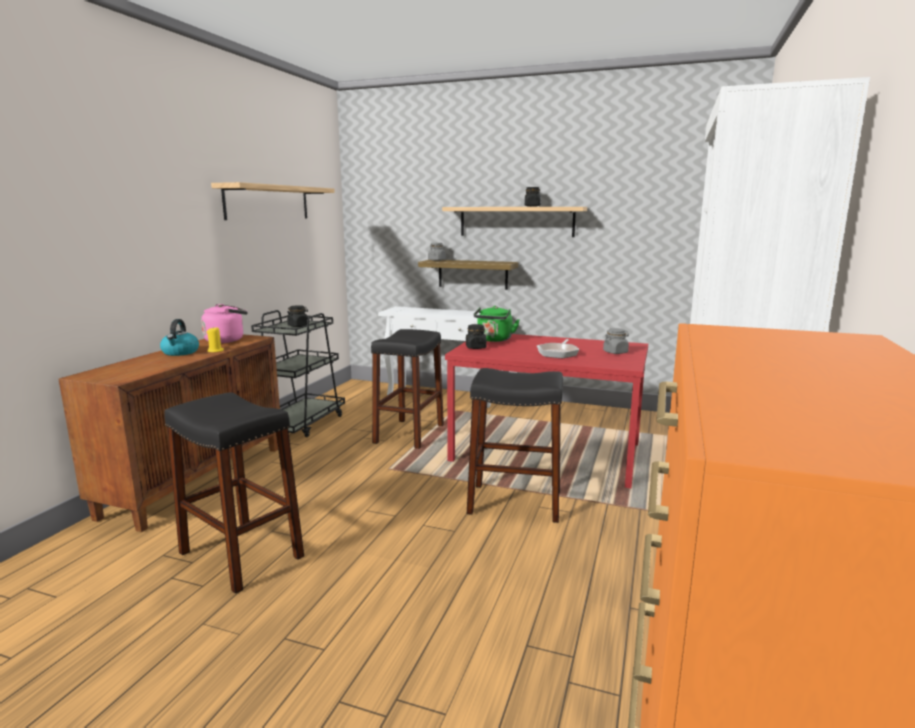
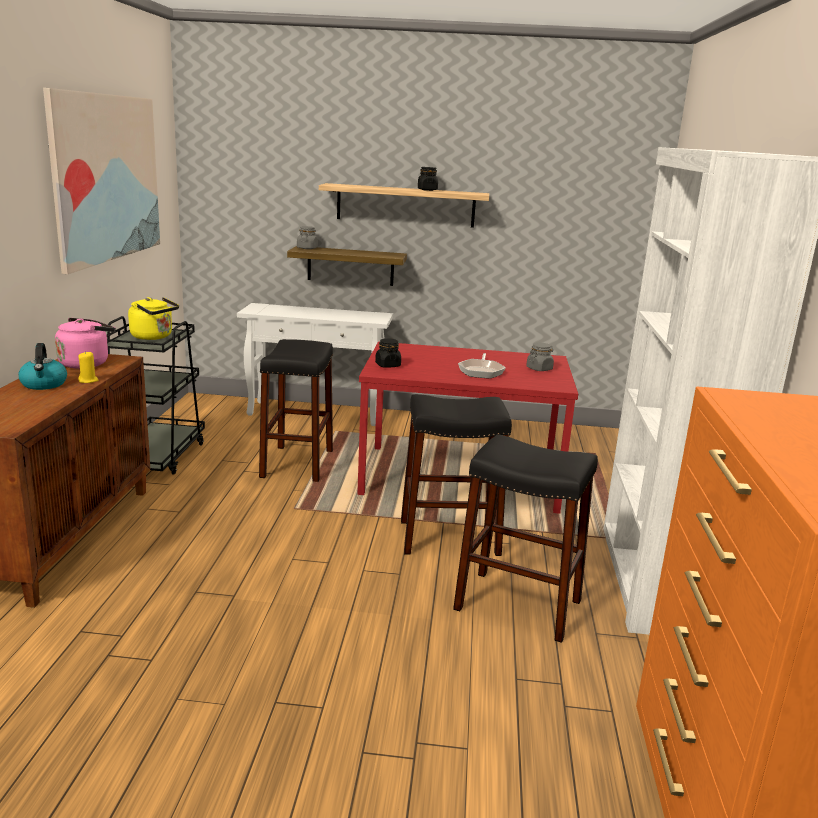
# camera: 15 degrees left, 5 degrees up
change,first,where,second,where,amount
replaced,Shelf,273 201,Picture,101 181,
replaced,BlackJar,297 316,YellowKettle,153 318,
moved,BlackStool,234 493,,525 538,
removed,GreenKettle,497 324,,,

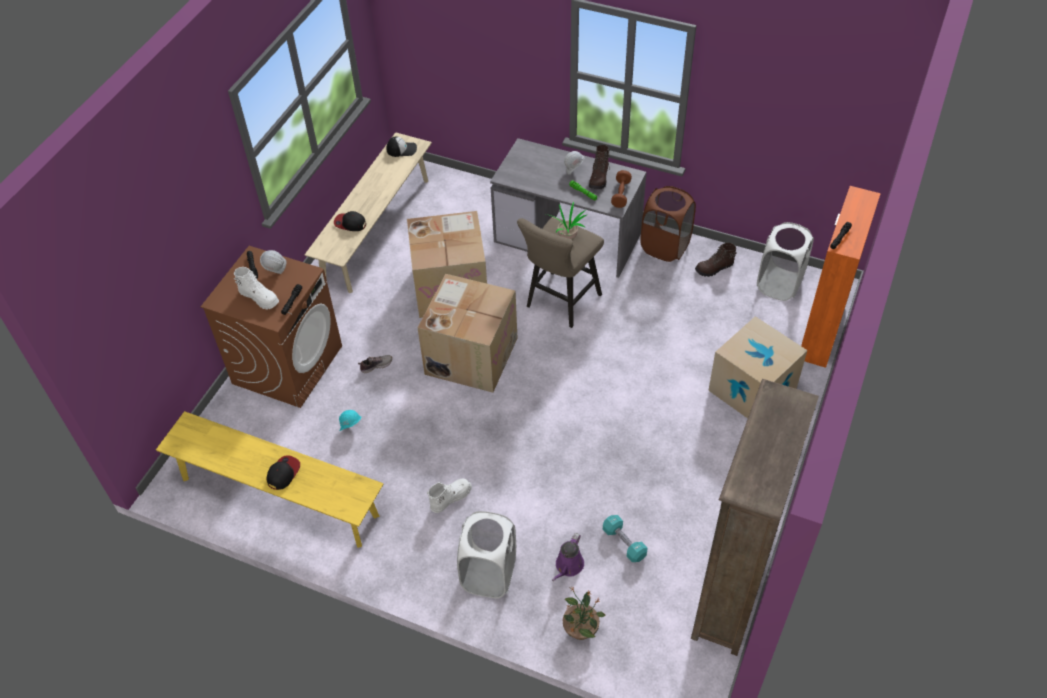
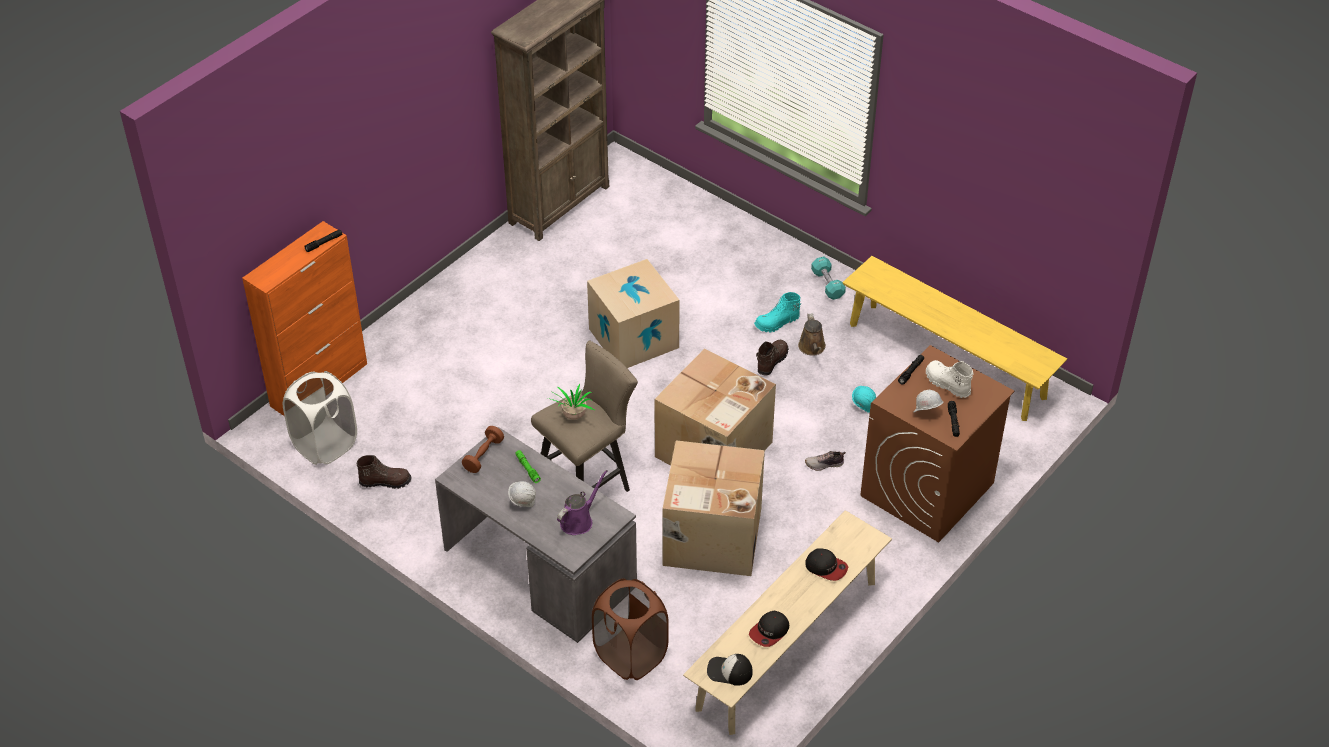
# camera: 165 degrees left, 5 degrees down
change,first,where,second,where,amount
moved,PurpleWateringCan,568 557,,582 502,
moved,CardboardBox,757 367,,633 313,
moved,BrownLaundryBasket,668 224,,630 629,
moved,Cap,283 472,,769 629,
recoloured,WhiteBoot,449 495,TurquoiseBoot,777 312,
moved,BrownBoot,599 167,,772 358,
added,,,BrownWateringCan,812 334,
moved,TurquoiseDumbbell,625 538,,828 278,
removed,WhiteLaundryBasket,486 554,,,
removed,PottedPlant,584 614,,,

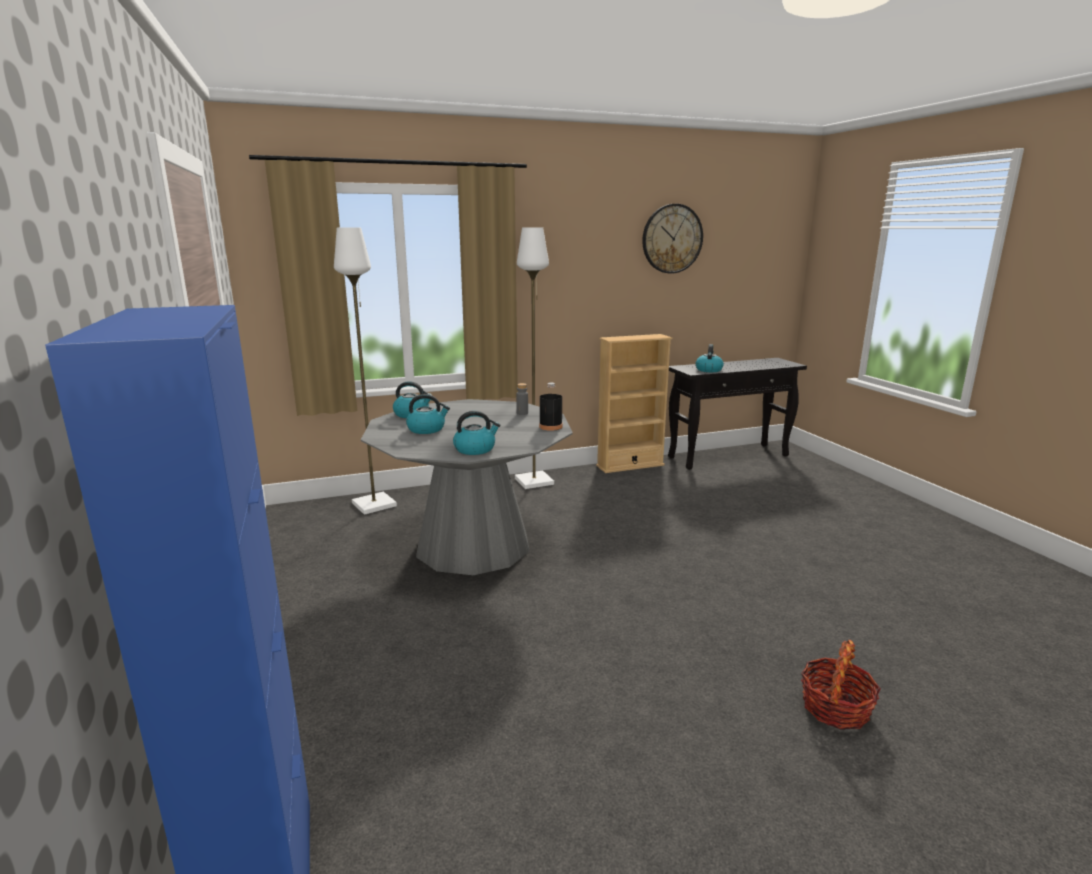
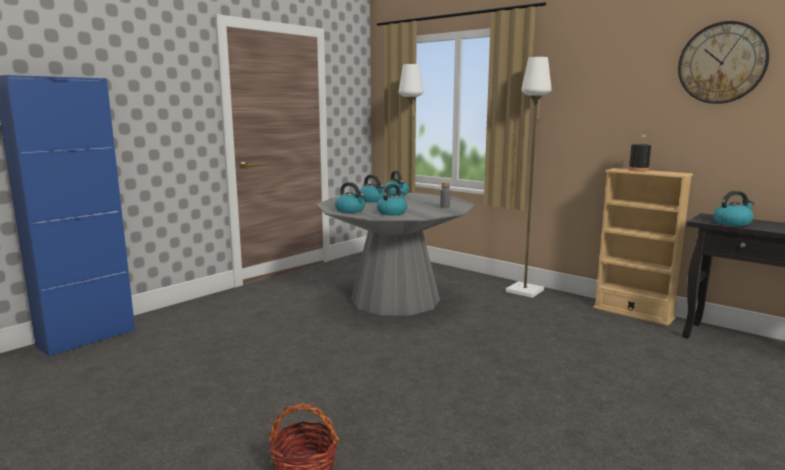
# camera: 60 degrees right, 5 degrees down
change,first,where,second,where,amount
added,,,Kettle,392 199,
moved,BlackBottle,551 406,,640 153,

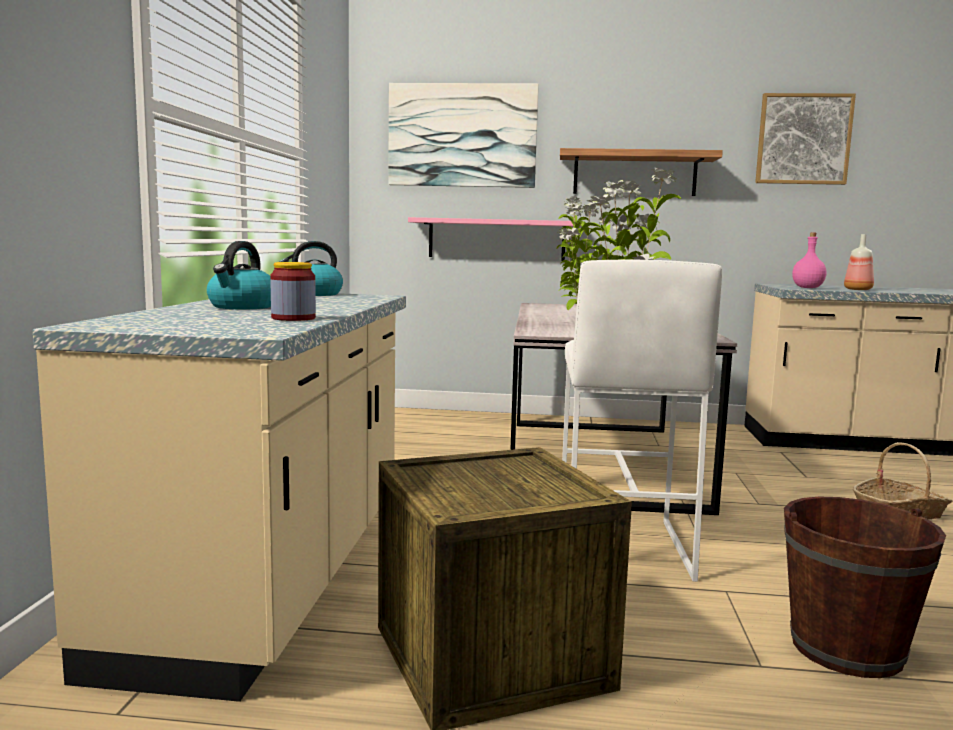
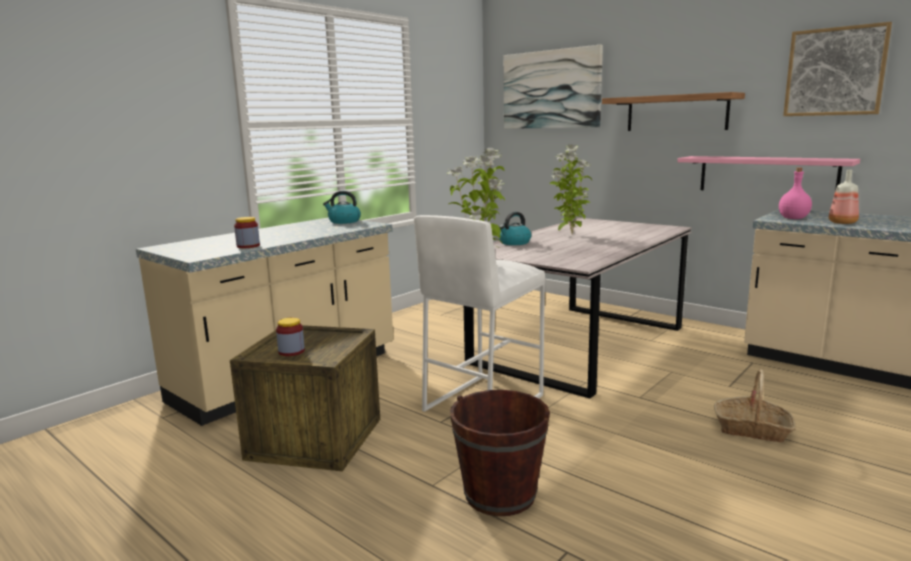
# camera: 35 degrees right, 5 degrees up
change,first,where,second,where,amount
added,,,Jar,290 337,
moved,Kettle,239 275,,515 228,
moved,PinkShelf,494 239,,768 173,

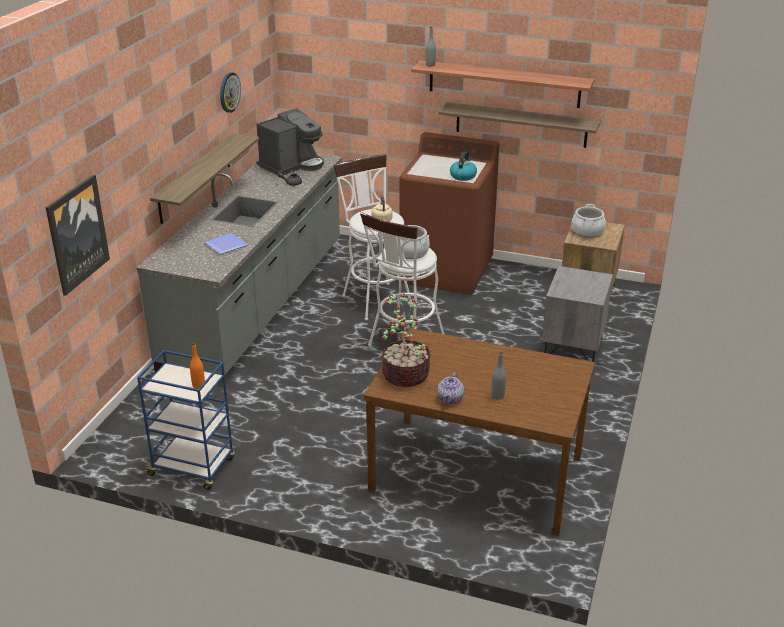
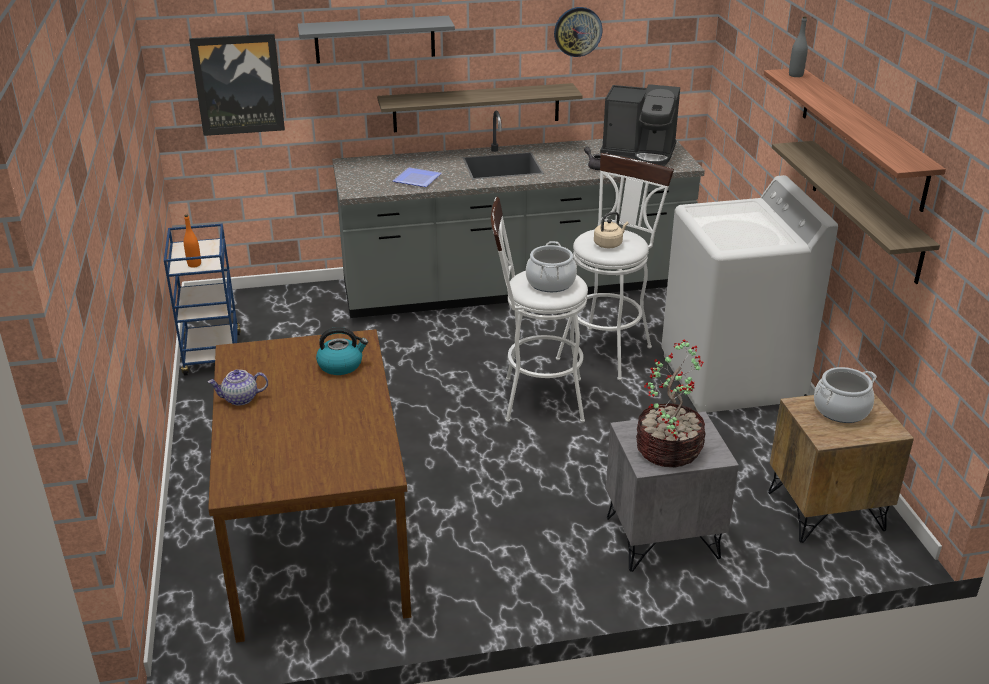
# camera: 60 degrees right, 0 degrees up
change,first,where,second,where,amount
added,,,GreyShelf,376 39,
moved,Kettle,463 166,,342 351,
moved,PottedPlant,406 340,,671 403,
recoloured,BrownWashingMachine,449 213,WhiteWashingMachine,749 294,
removed,GreyBottle,498 375,,,

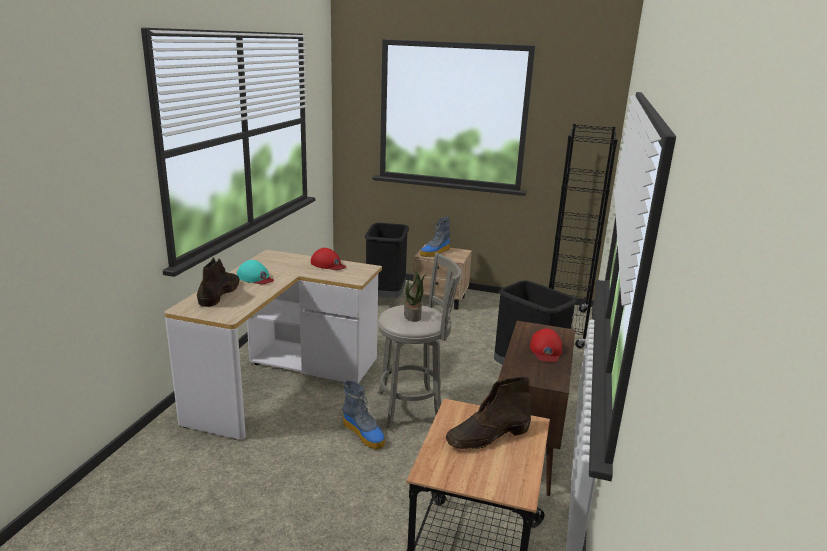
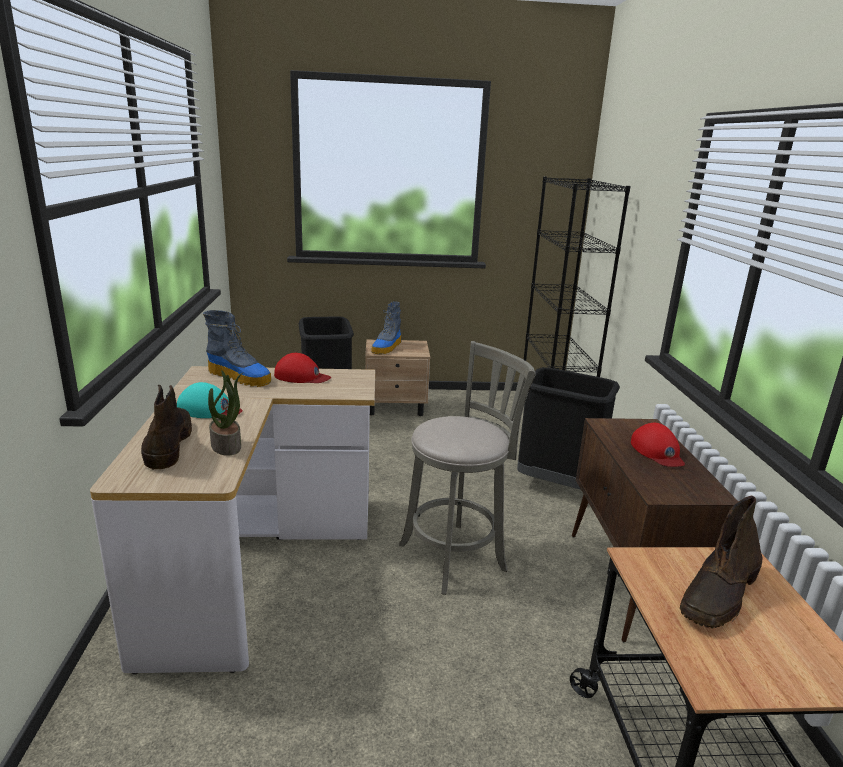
# camera: 20 degrees left, 0 degrees up
change,first,where,second,where,amount
moved,Boot,363 415,,237 348,
moved,PottedPlant,416 296,,225 413,

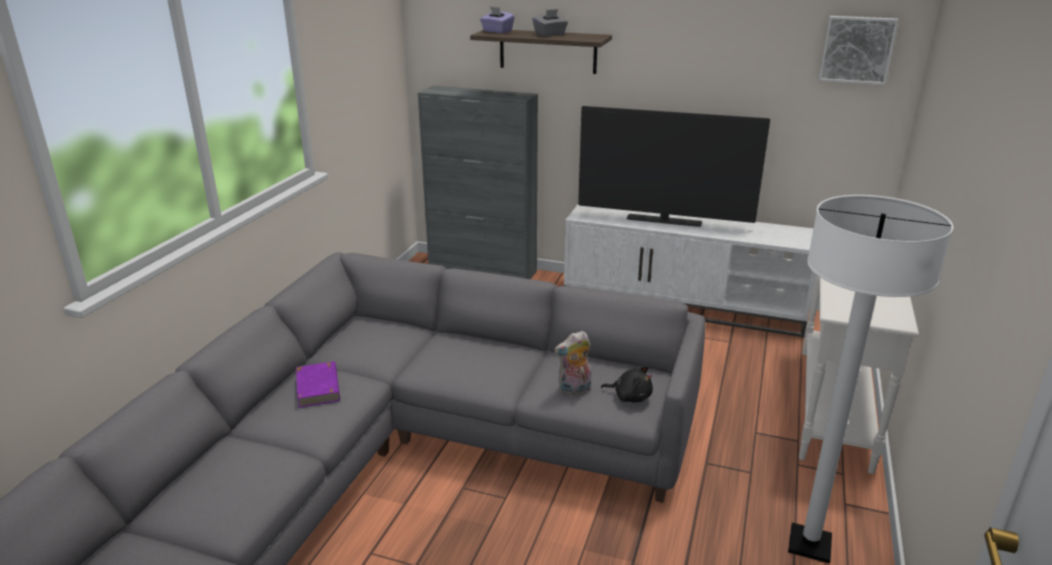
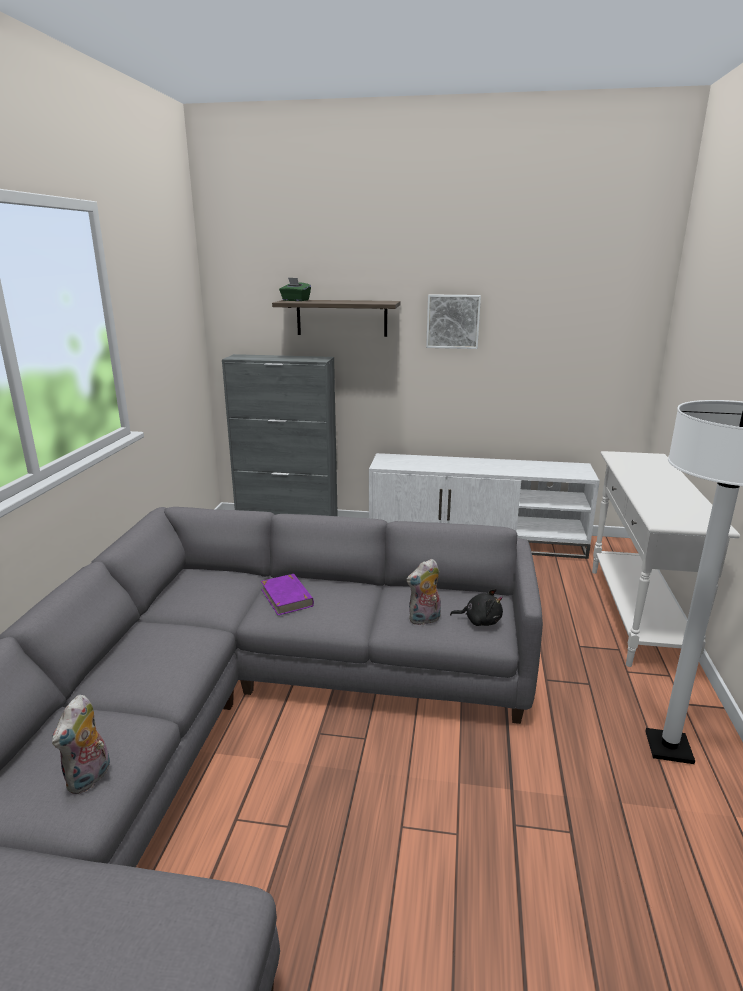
# camera: 10 degrees left, 5 degrees down
change,first,where,second,where,amount
added,,,PlushToy,81 744,
moved,PurpleBook,318 384,,287 594,
recoloured,PurpleTissueBox,497 19,GreenTissueBox,295 289,
moved,Picture,858 50,,453 321,
removed,GreyTissueBox,550 22,,,
removed,Television,674 166,,,

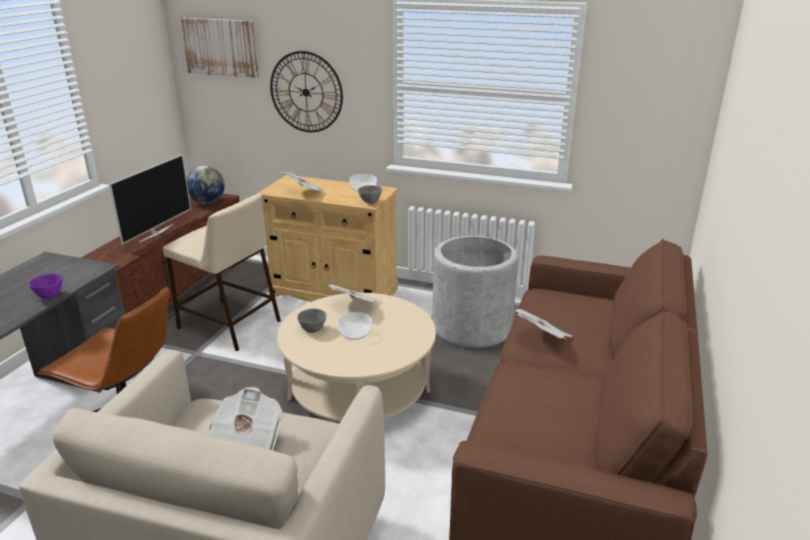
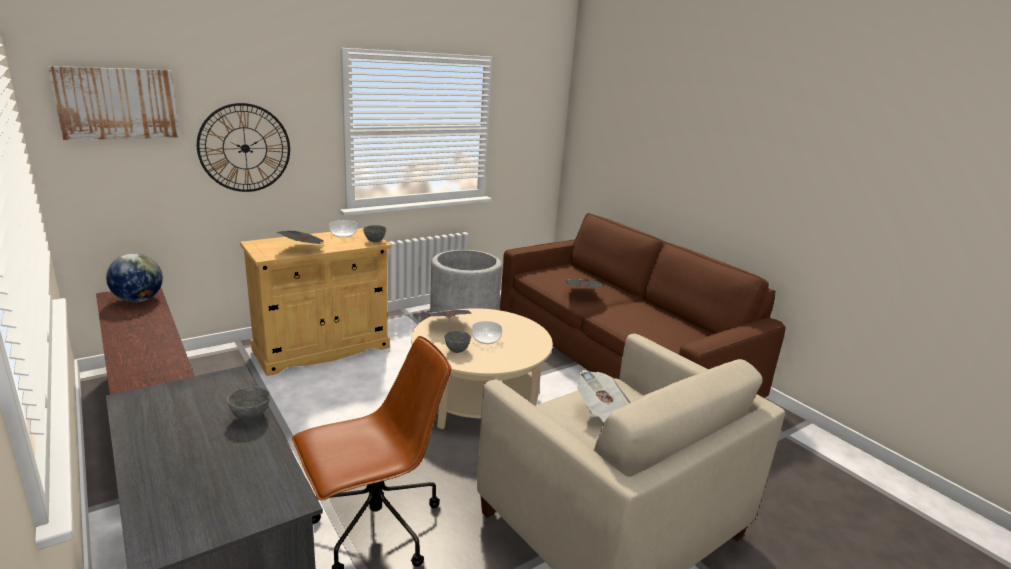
# camera: 55 degrees left, 5 degrees down
change,first,where,second,where,amount
recoloured,PurpleBowl,46 286,GreyBowl,248 404,
removed,Television,150 199,,,
removed,BeigeStool,222 272,,,

